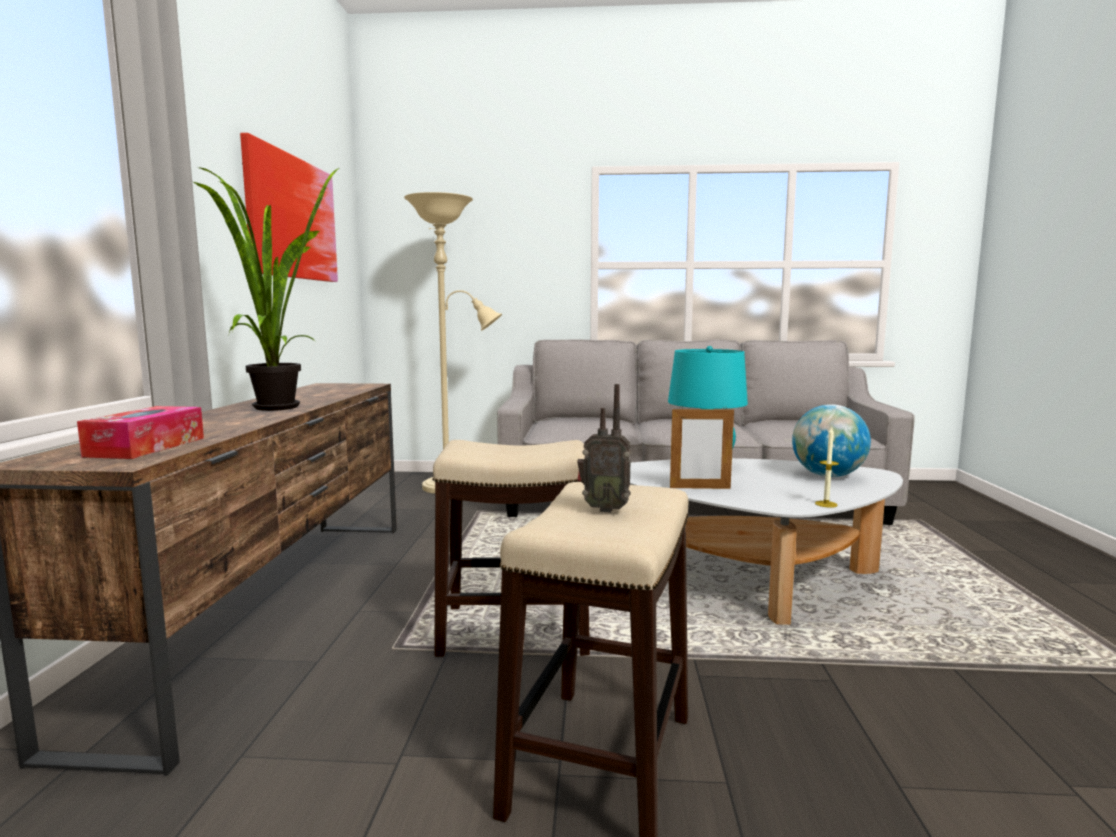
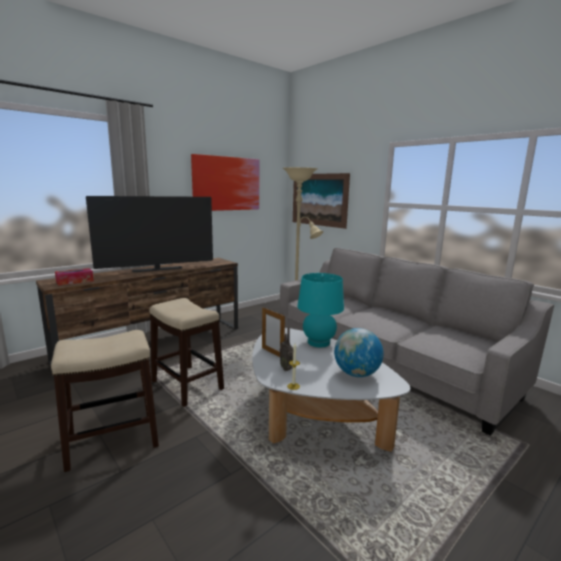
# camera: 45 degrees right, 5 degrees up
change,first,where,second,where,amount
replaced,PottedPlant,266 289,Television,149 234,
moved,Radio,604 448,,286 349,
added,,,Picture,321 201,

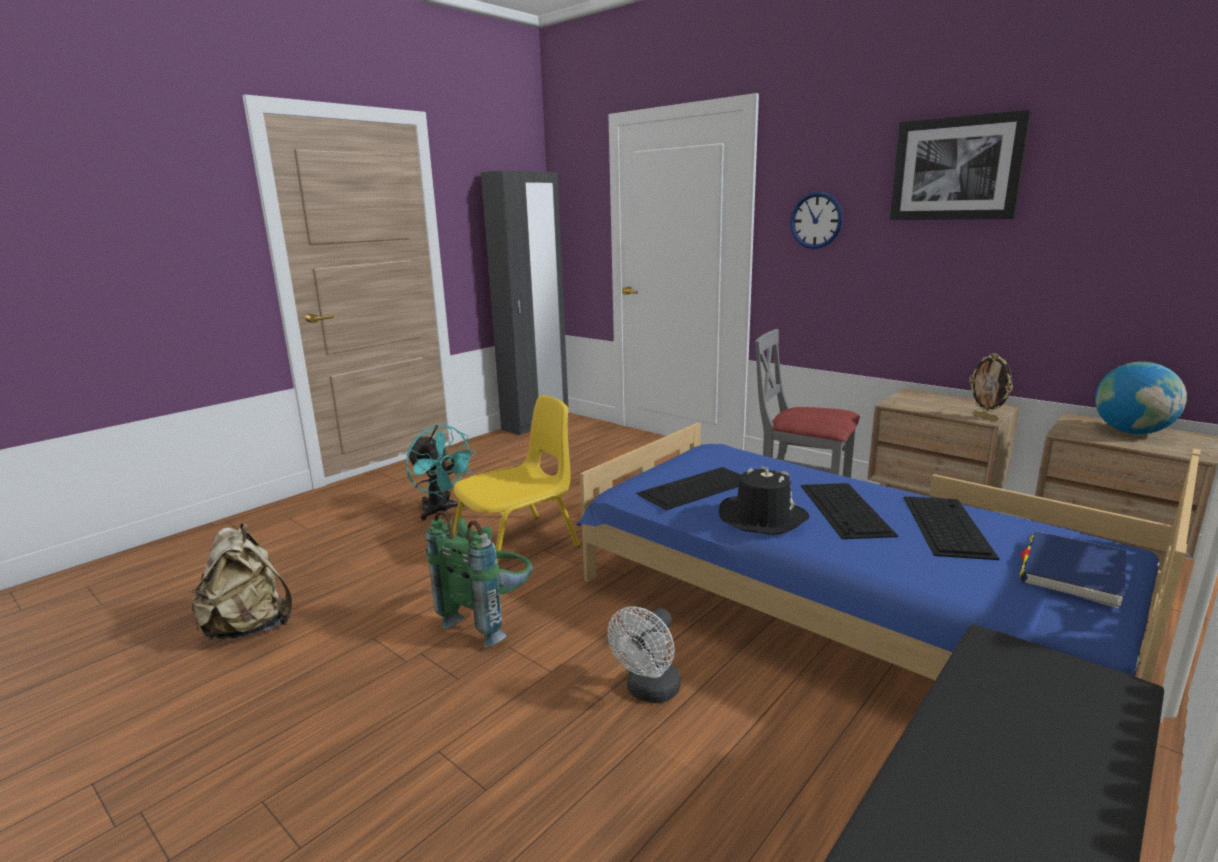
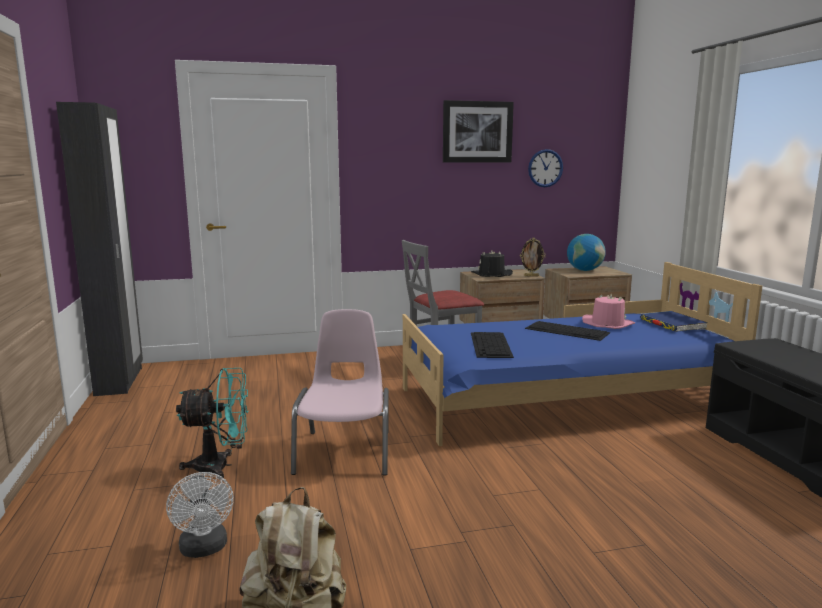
# camera: 55 degrees left, 5 degrees down
change,first,where,second,where,amount
moved,WhiteFan,644 655,,200 515,
recoloured,YellowChair,516 478,PinkChair,340 392,
moved,BlackHat,764 500,,492 263,
moved,WallClock,816 220,,545 168,
replaced,Keyboard,951 528,PinkHat,608 311,
removed,GreenBackpack,479 578,,,

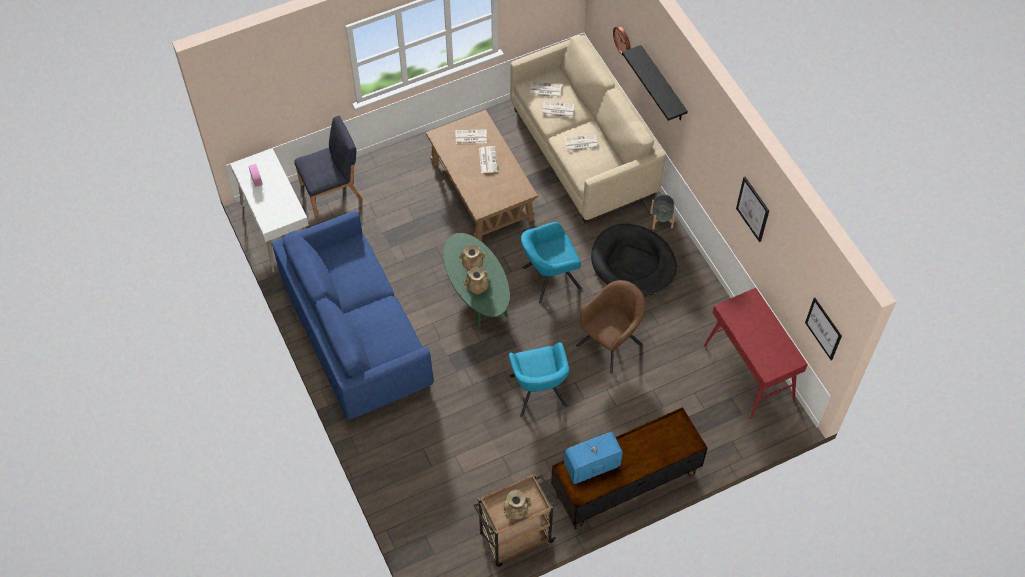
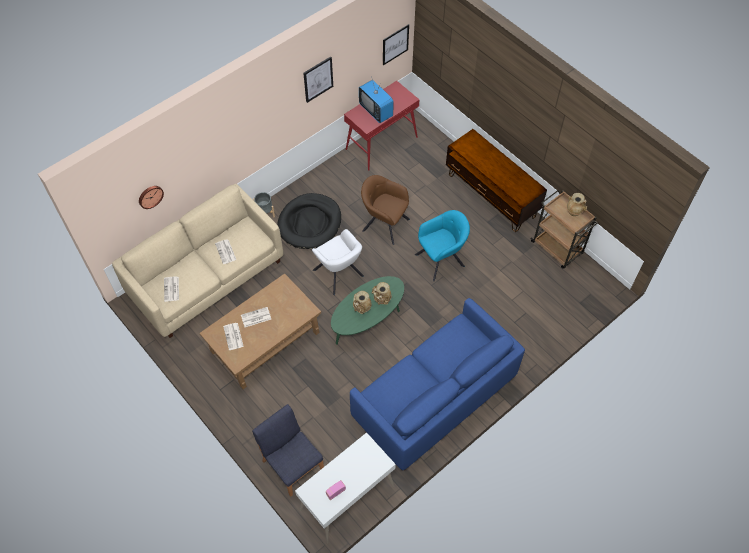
# camera: 105 degrees left, 0 degrees up
change,first,where,second,where,amount
recoloured,TurquoiseArmchair,551 262,WhiteArmchair,338 262,
moved,Television,593 458,,376 99,
removed,Newspaper,558 109,,,
removed,BlackShelf,655 83,,,

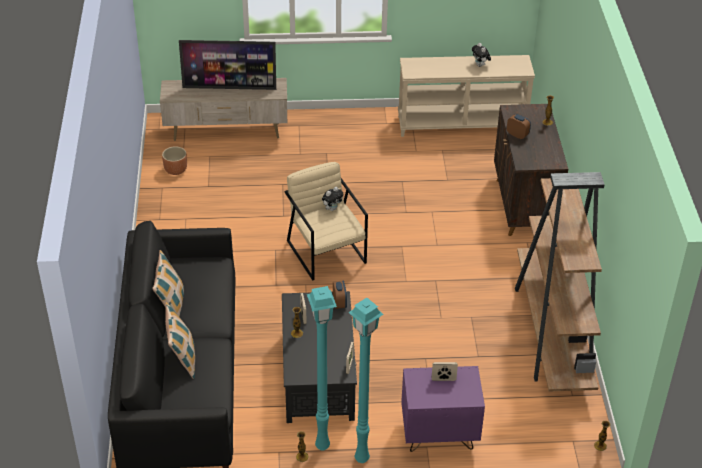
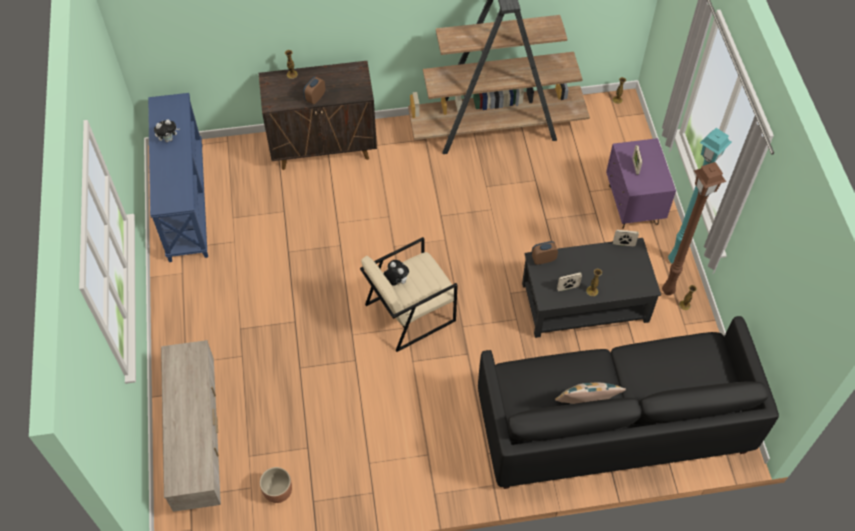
# camera: 95 degrees left, 15 degrees up
change,first,where,second,where,amount
recoloured,BeigeConsoleTable,466 96,BlueConsoleTable,178 177,
recoloured,TurquoiseFloorLamp,322 368,BrownFloorLamp,694 228,
removed,Pillow,180 340,,,
removed,Television,227 65,,,

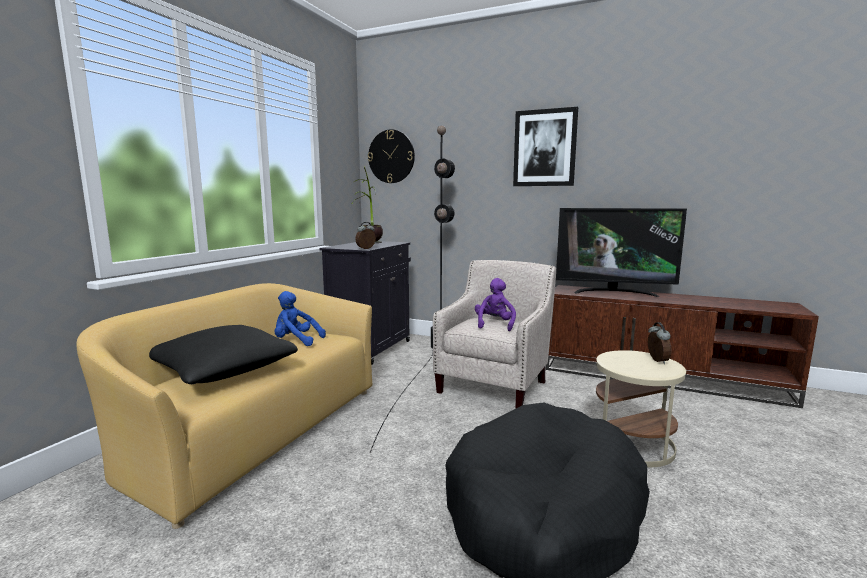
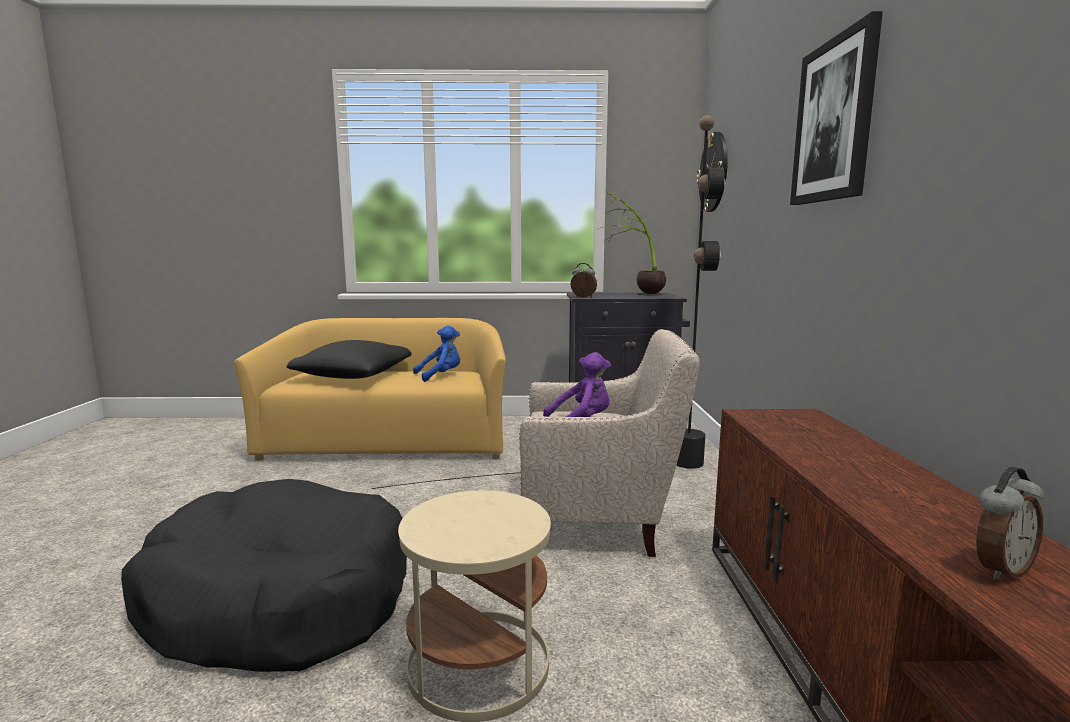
# camera: 65 degrees right, 0 degrees up
change,first,where,second,where,amount
turned,BluePlushToy,300 318,,436 353,75 degrees clockwise
moved,AlarmClock,660 343,,1010 523,
removed,Television,621 252,,,

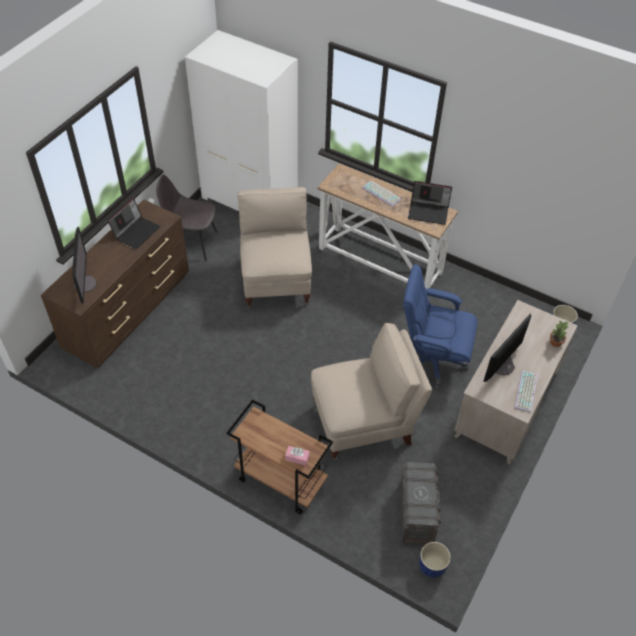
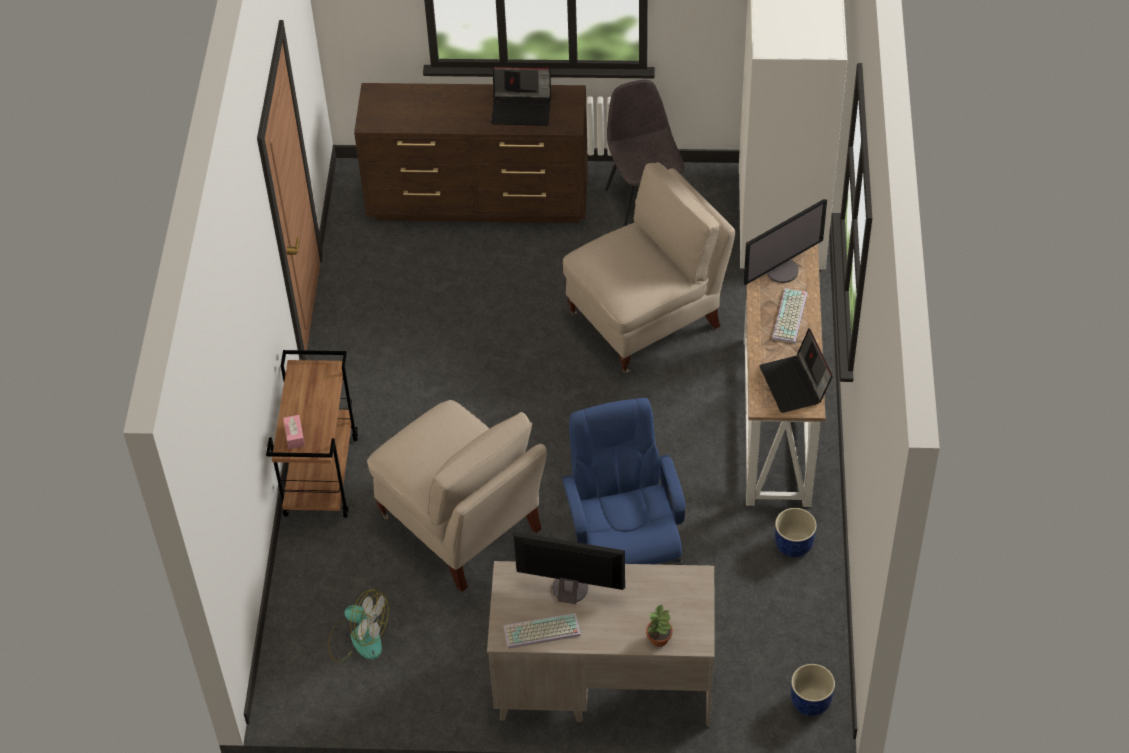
# camera: 65 degrees right, 0 degrees up
change,first,where,second,where,amount
replaced,GreyStorageBox,421 503,Fan,358 625,
moved,Monitor,84 265,,785 242,
moved,BluePlanter,435 560,,796 532,

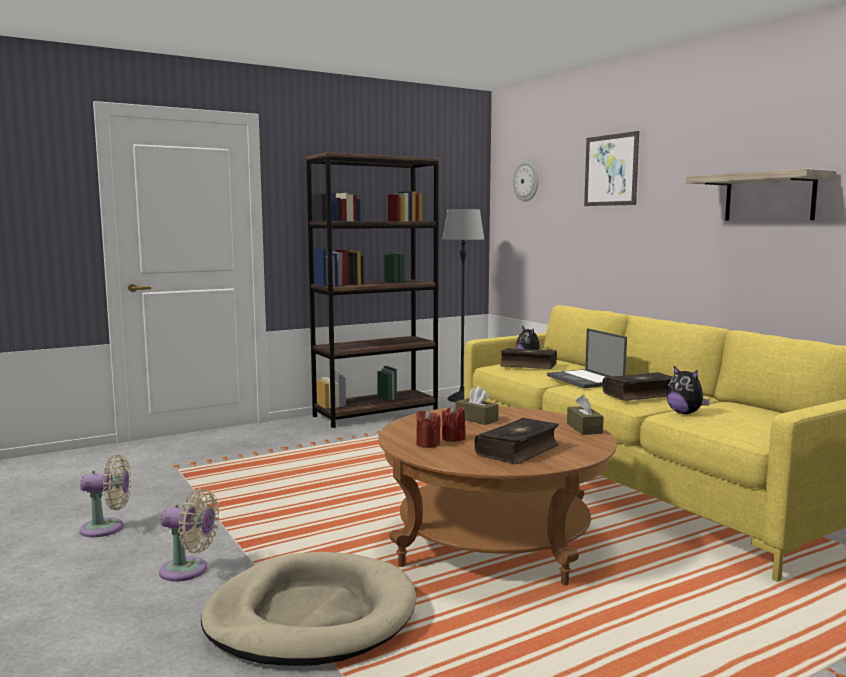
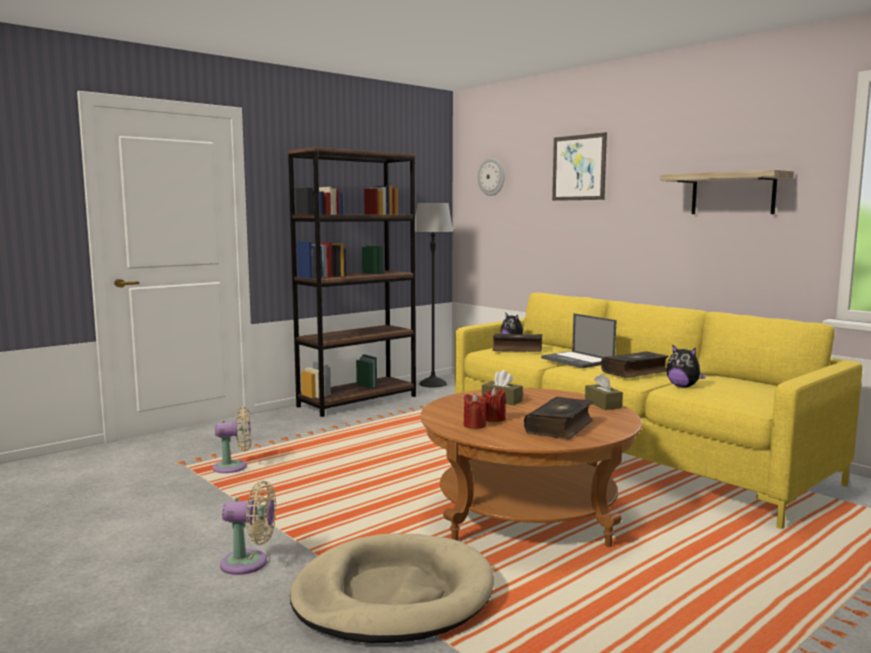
# camera: 10 degrees left, 0 degrees up
change,first,where,second,where,amount
moved,BeigeFan,105 495,,231 439,

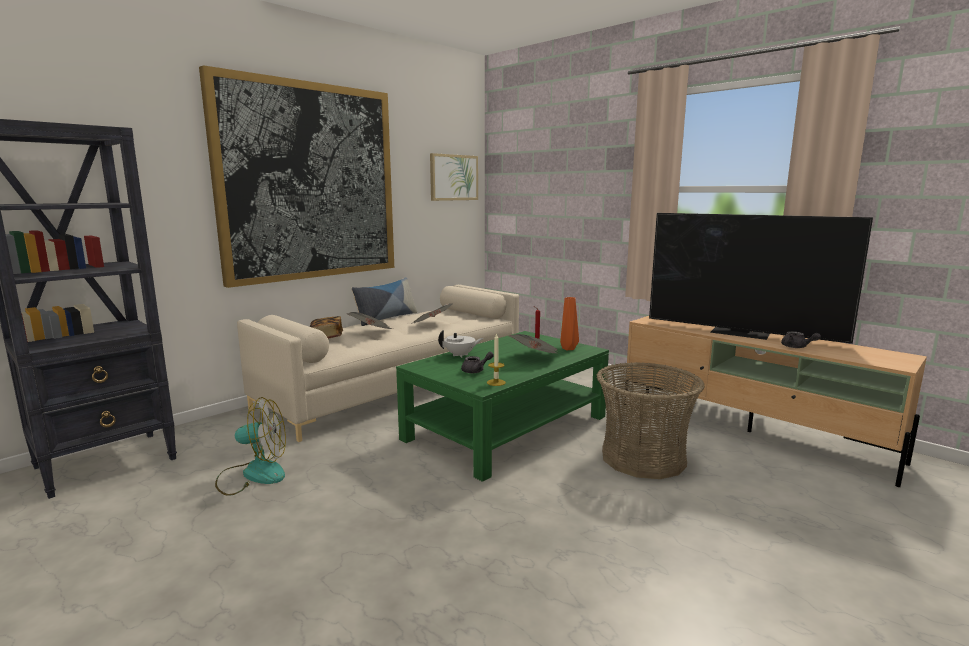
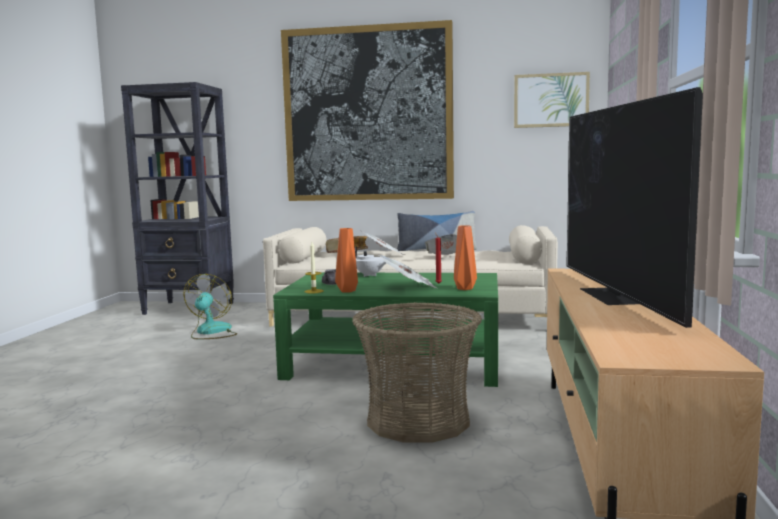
# camera: 55 degrees right, 5 degrees down
change,first,where,second,where,amount
turned,Fan,250 446,,210 307,135 degrees counterclockwise
added,,,OrangeVase,346 260,
removed,GreyTeapot,801 339,,,

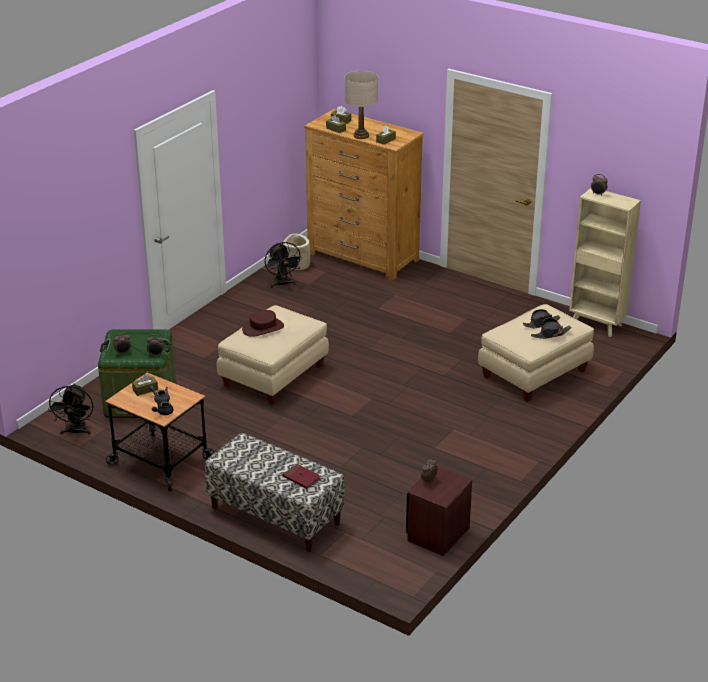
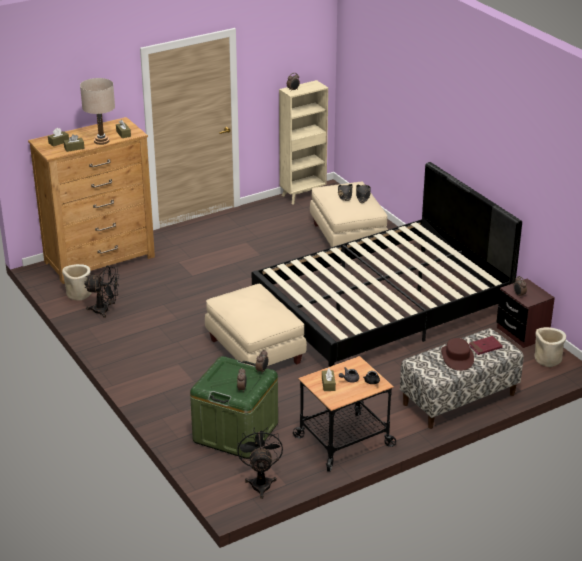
# camera: 65 degrees left, 0 degrees up
change,first,where,second,where,amount
turned,BlackFan,70 409,,260 463,120 degrees counterclockwise
added,,,BlackBed,387 264,
moved,BrownHat,263 323,,457 354,
added,,,BeigePlanter,550 347,

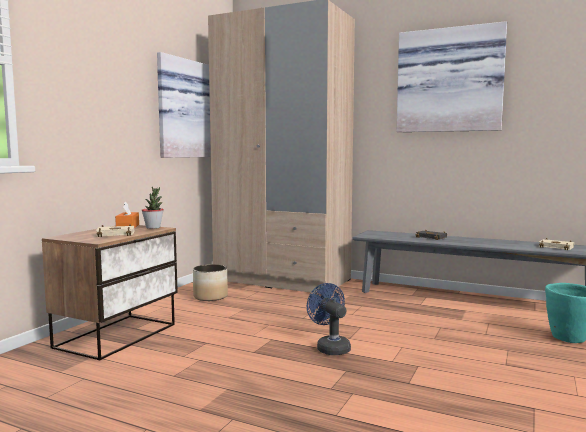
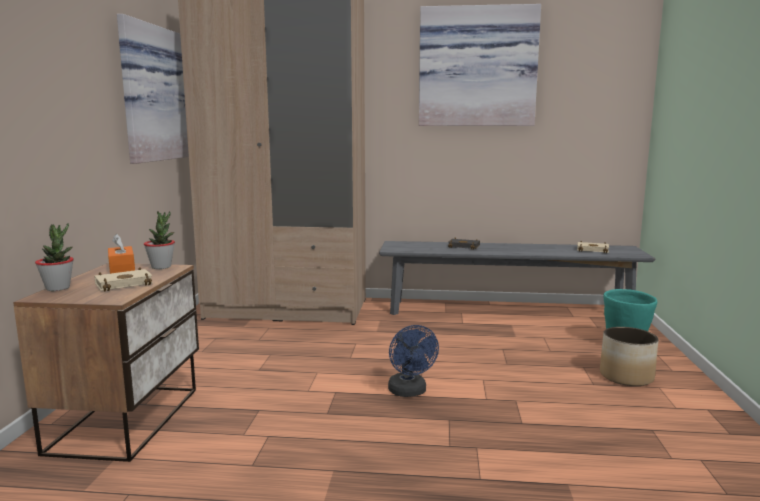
# camera: 20 degrees left, 5 degrees up
change,first,where,second,where,amount
added,,,PottedPlant,54 257,
turned,BlueFan,329 319,,413 361,150 degrees counterclockwise
moved,Planter,210 282,,629 356,

